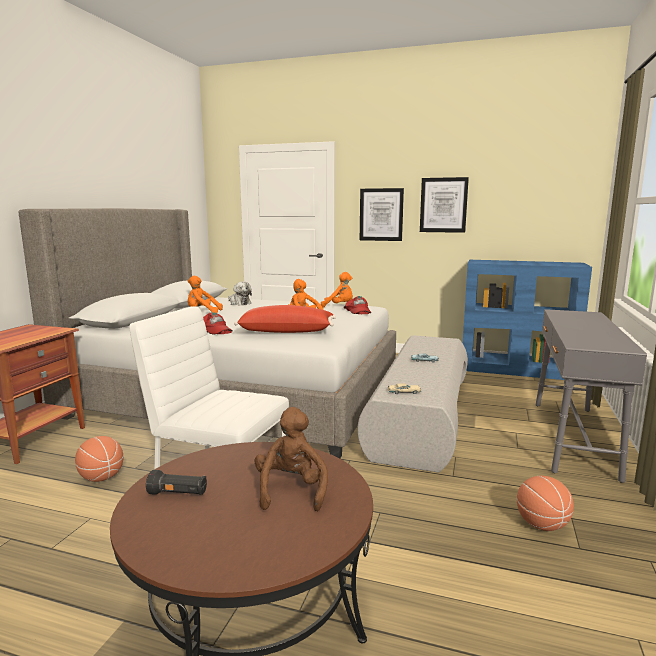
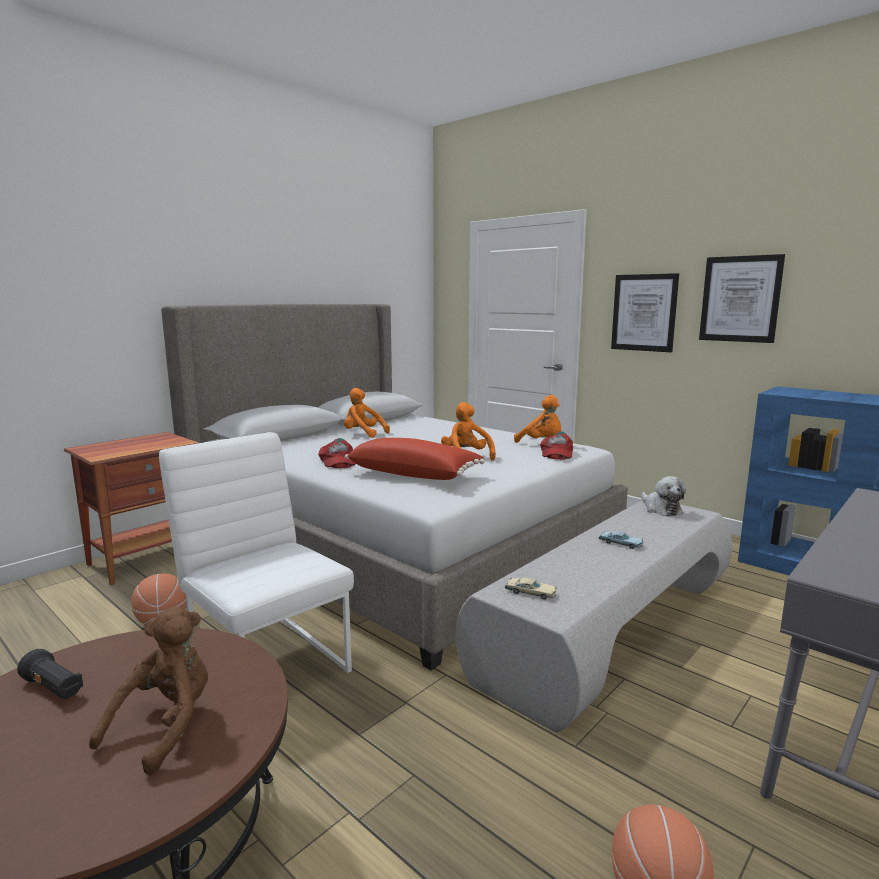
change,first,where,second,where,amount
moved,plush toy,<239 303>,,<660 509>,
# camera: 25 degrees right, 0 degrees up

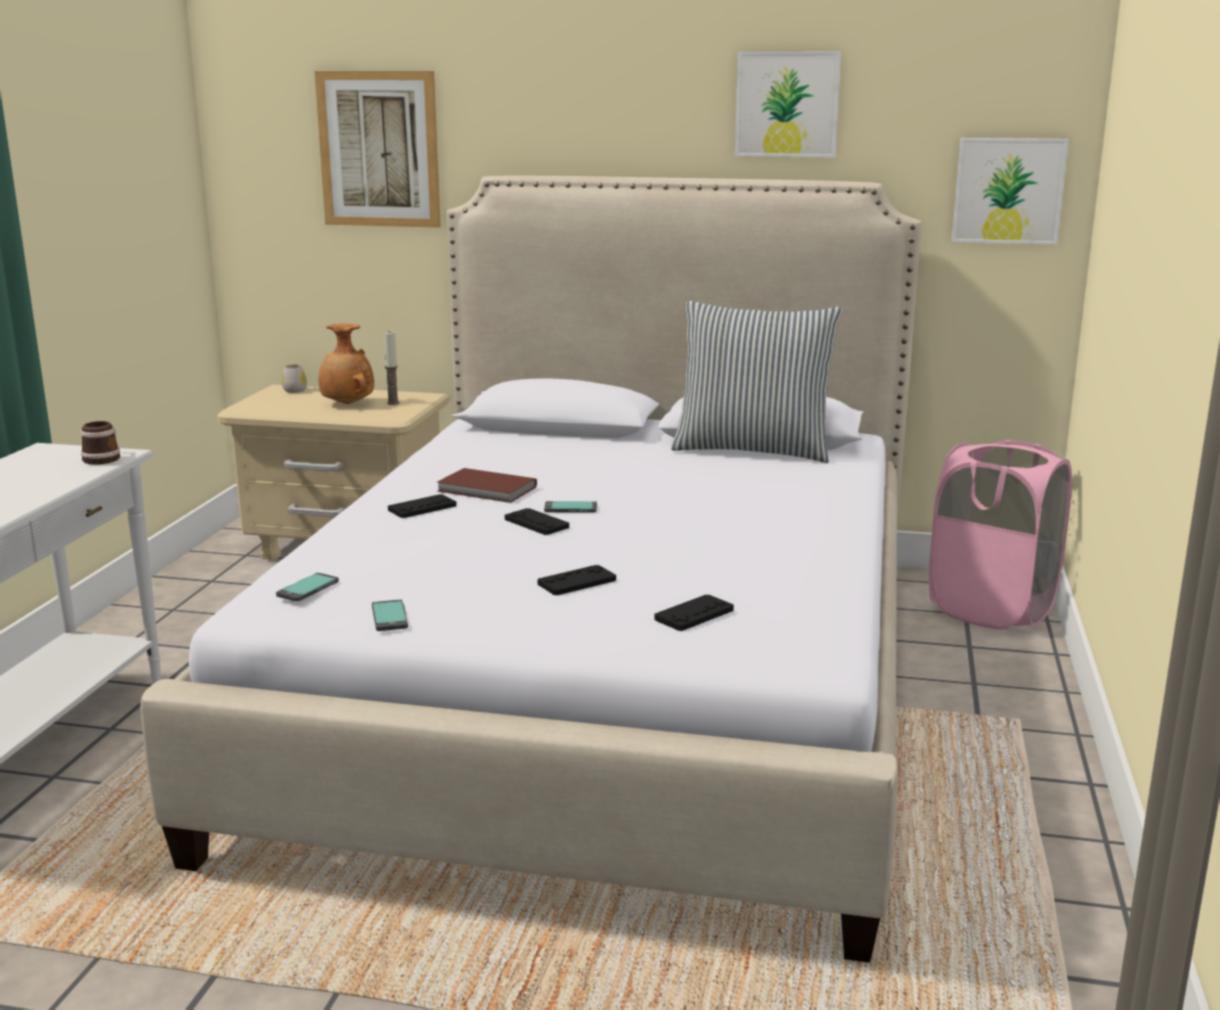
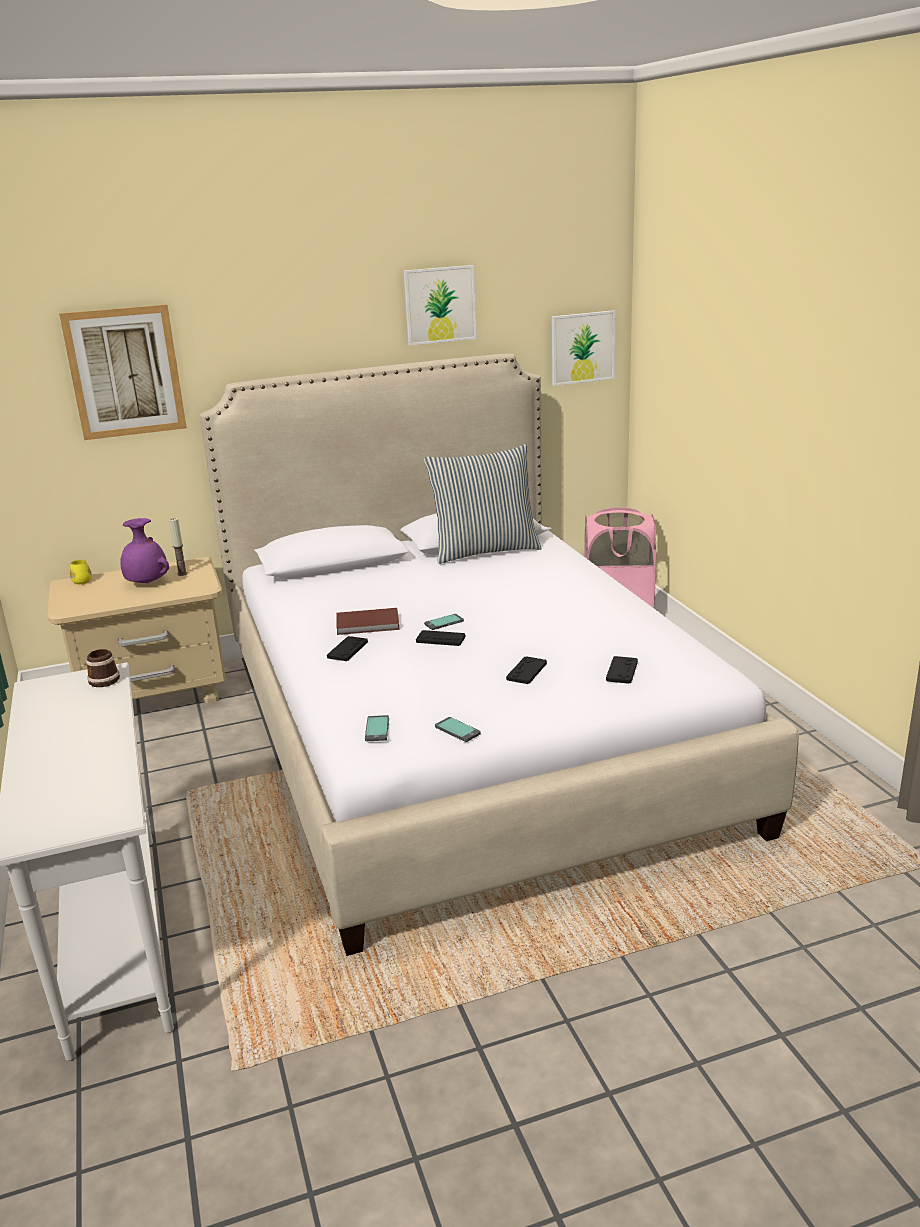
change,first,where,second,where,amount
recoloured,mug (white),<295 390>,mug (yellow),<81 580>,
recoloured,vase (brown),<347 404>,vase (purple),<146 583>,
# camera: 30 degrees left, 5 degrees up

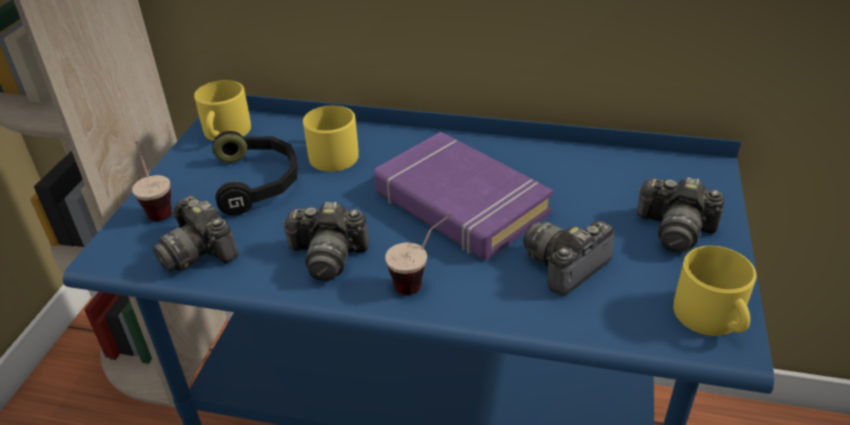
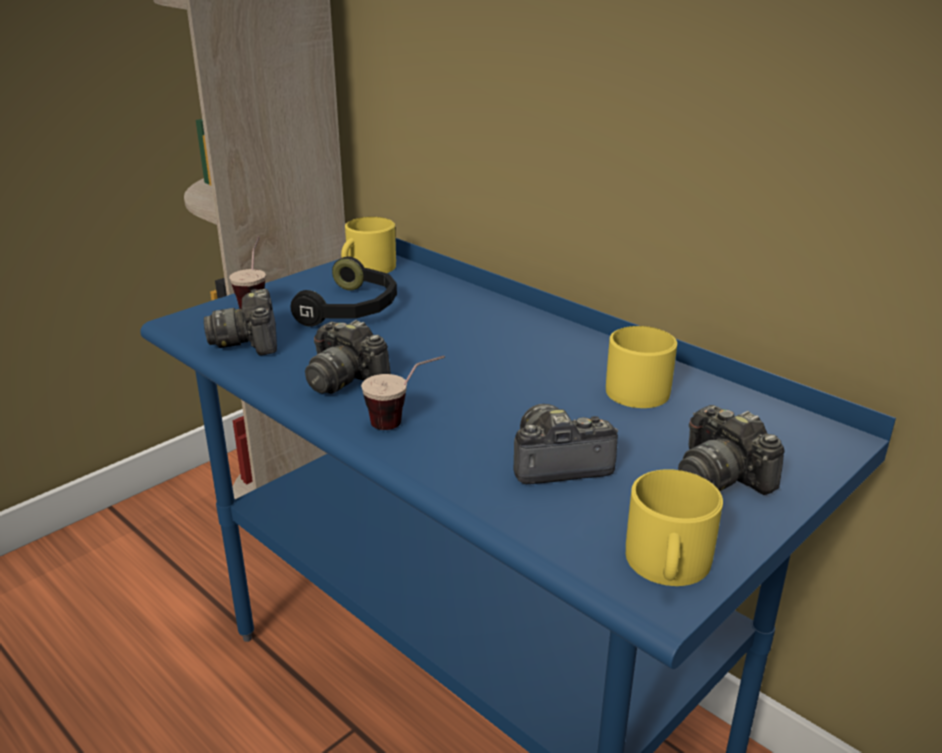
change,first,where,second,where,amount
moved,mug (yellow),<331 153>,,<637 387>,
removed,book (purple),<460 204>,,,
# camera: 30 degrees right, 10 degrees down

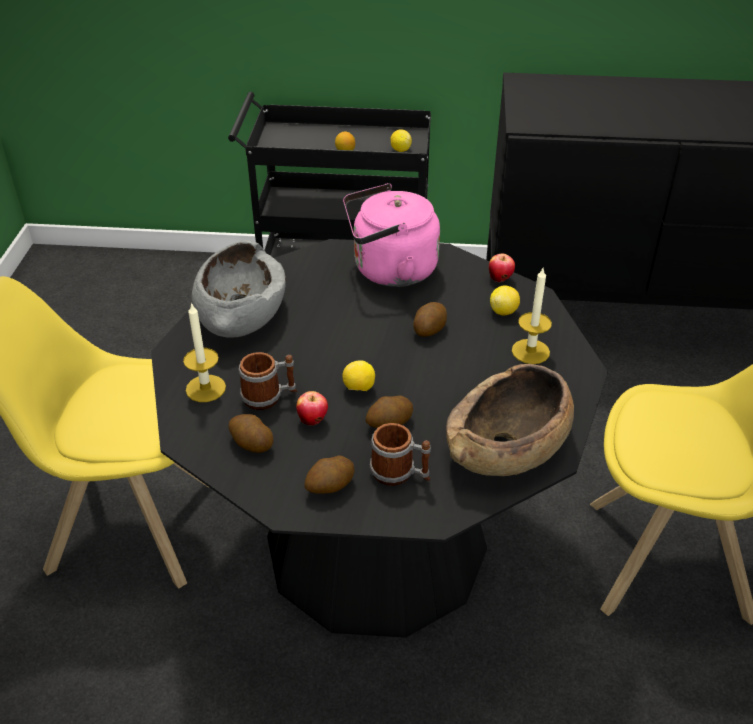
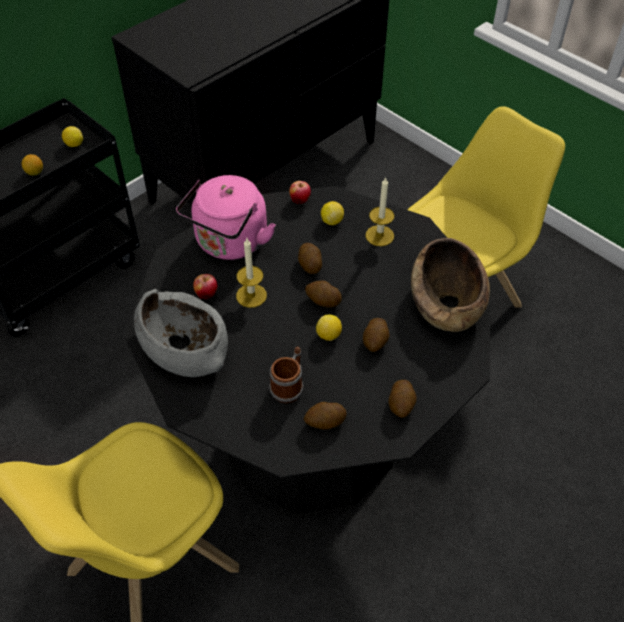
change,first,where,second,where,amount
moved,candle,<205 388>,,<251 295>,
moved,apple,<313 420>,,<206 294>,
removed,mug,<400 473>,,,
added,,,potato,<322 301>,
# camera: 50 degrees left, 10 degrees up

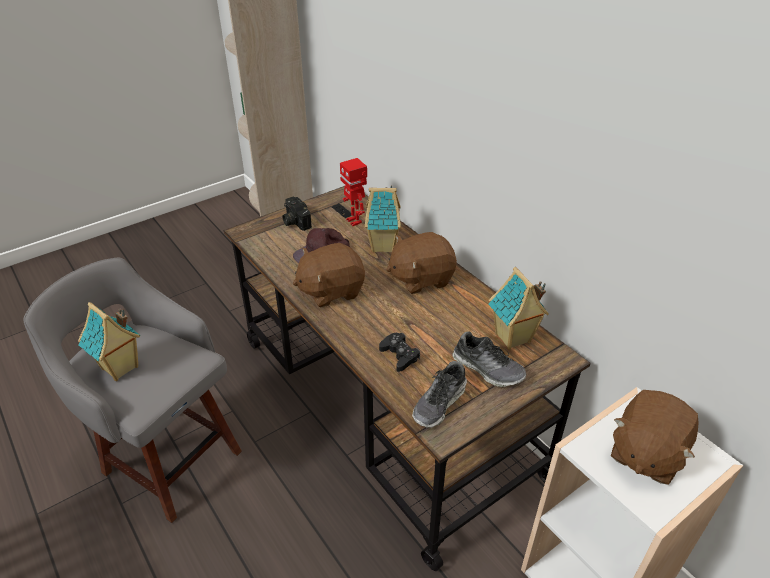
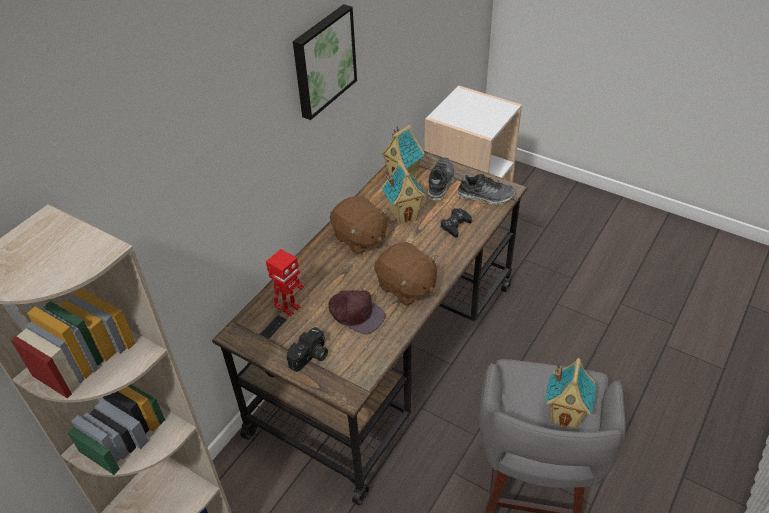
change,first,where,second,where,amount
moved,toy house,<384 246>,,<404 215>,
removed,plush toy (brown),<645 453>,,,
added,,,picture,<322 61>,
# camera: 110 degrees left, 5 degrees up

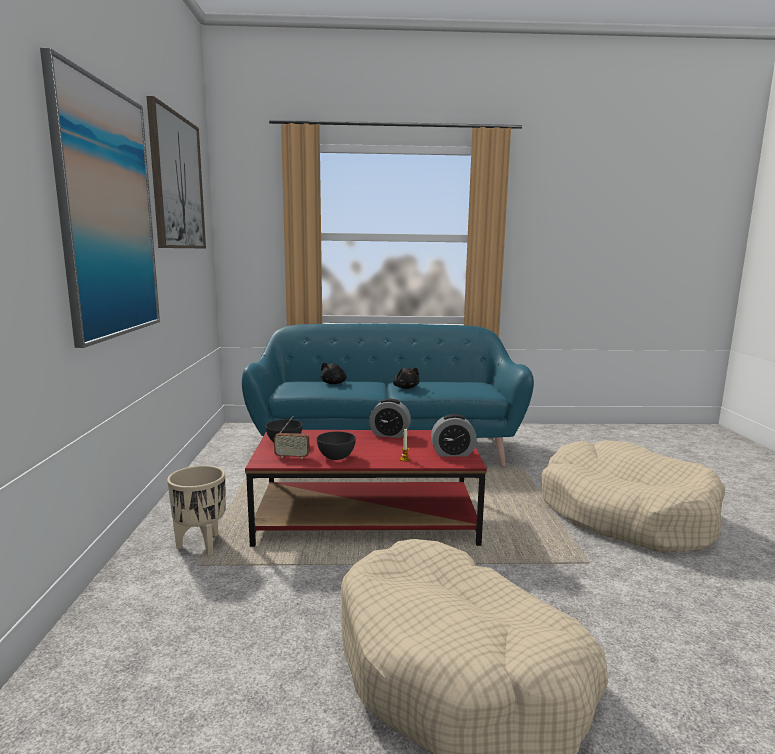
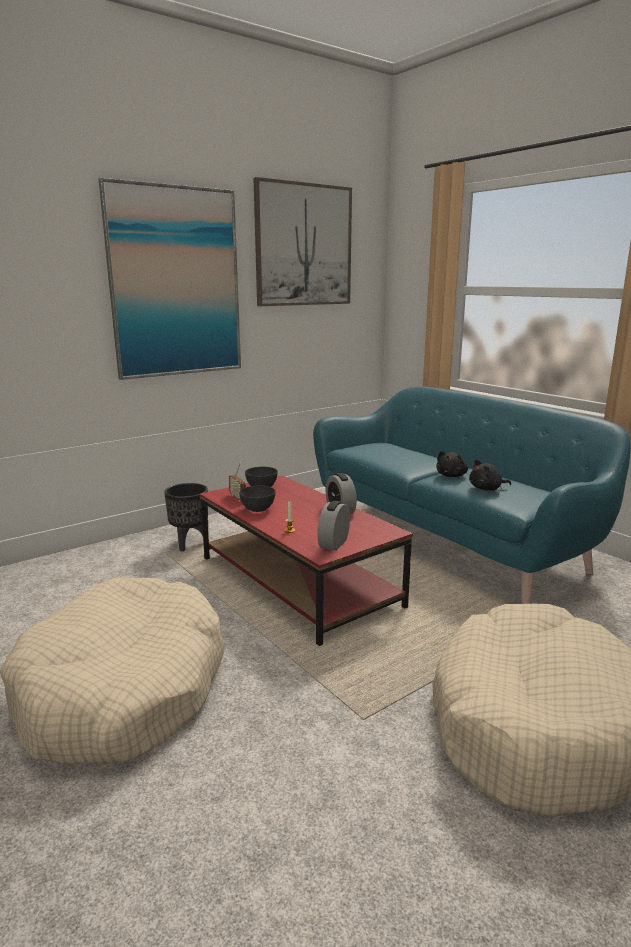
change,first,where,second,where,amount
recoloured,planter (beige),<202 545>,planter (black),<190 544>,
moved,plush toy (black),<334 383>,,<487 489>,
turned,alarm clock,<452 453>,,<334 543>,60 degrees clockwise
# camera: 55 degrees right, 5 degrees up

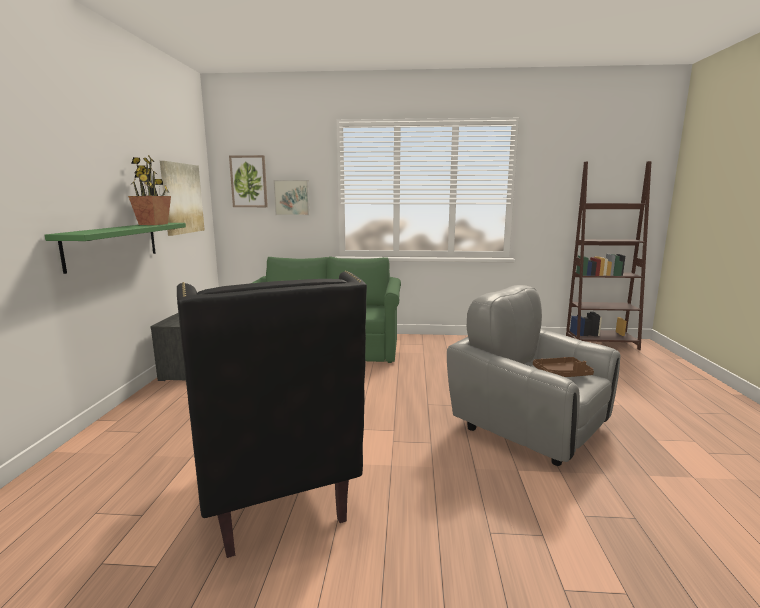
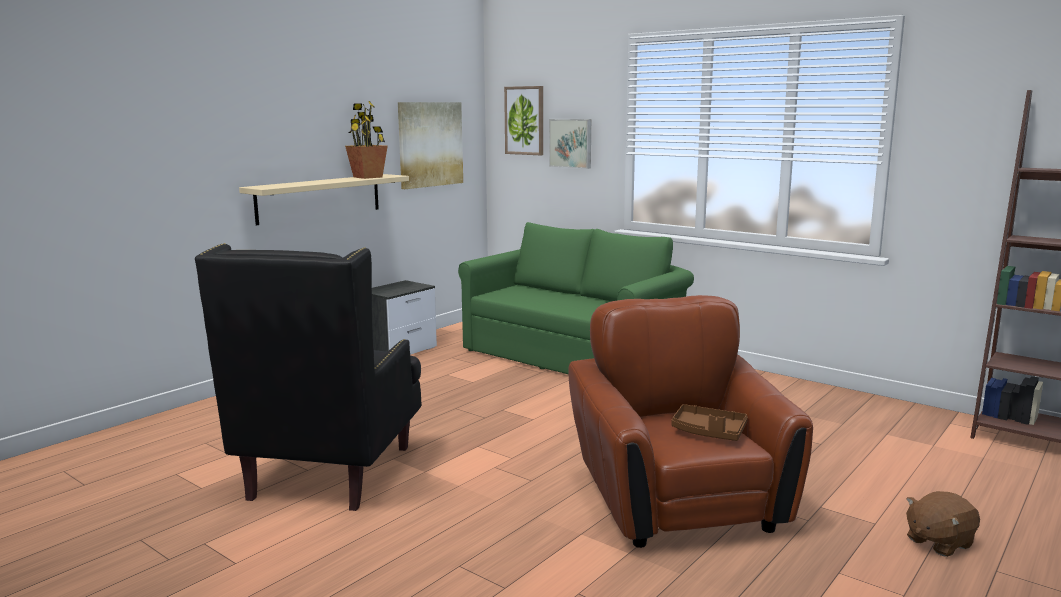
change,first,where,second,where,amount
recoloured,shelf (green),<113 245>,shelf (beige),<319 198>,
recoloured,armchair (grey),<529 426>,armchair (brown),<678 502>,
added,,,plush toy (brown),<938 542>,
# camera: 35 degrees right, 0 degrees up

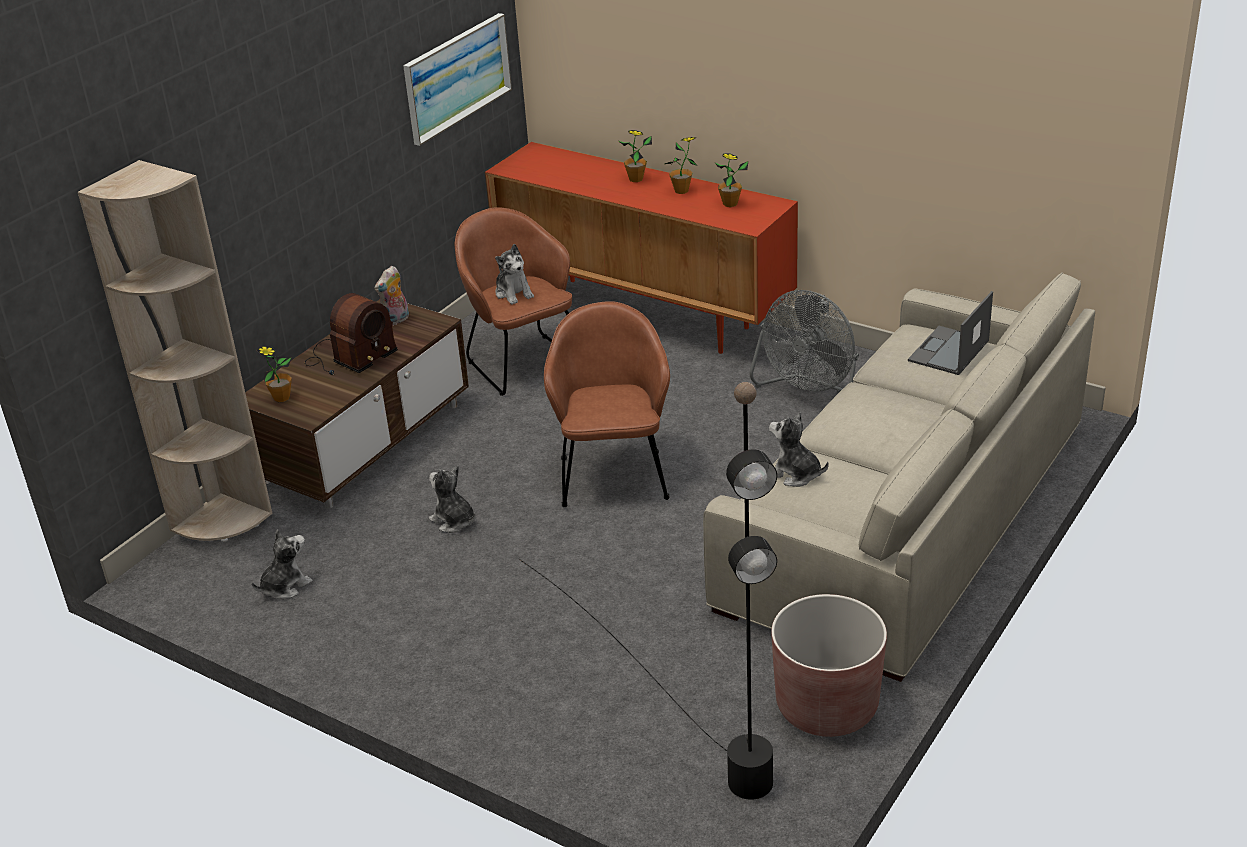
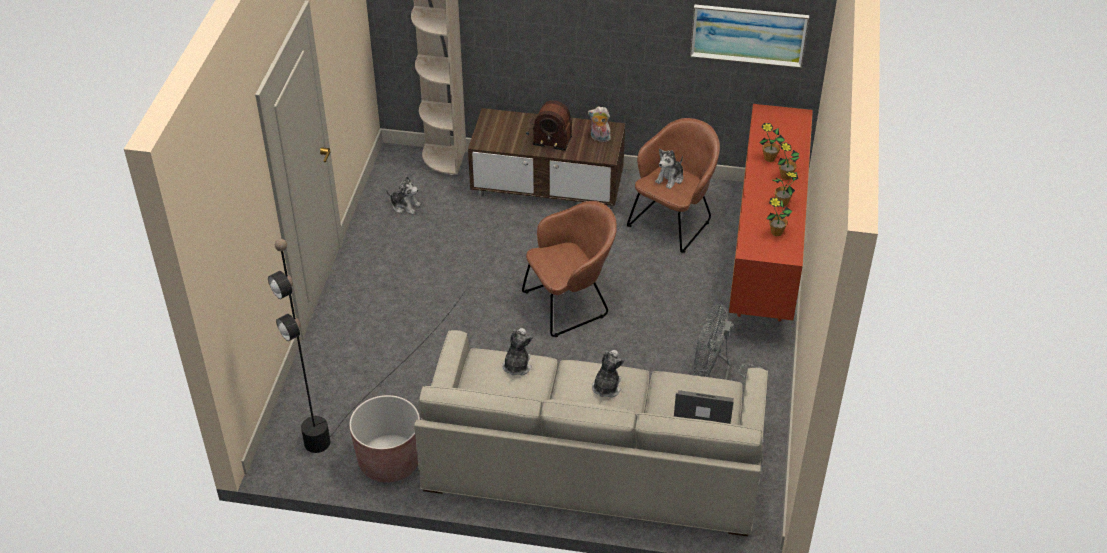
change,first,where,second,where,amount
moved,potted plant,<281 398>,,<769 158>,
moved,plush toy,<454 521>,,<606 387>,
# camera: 65 degrees right, 10 degrees up

